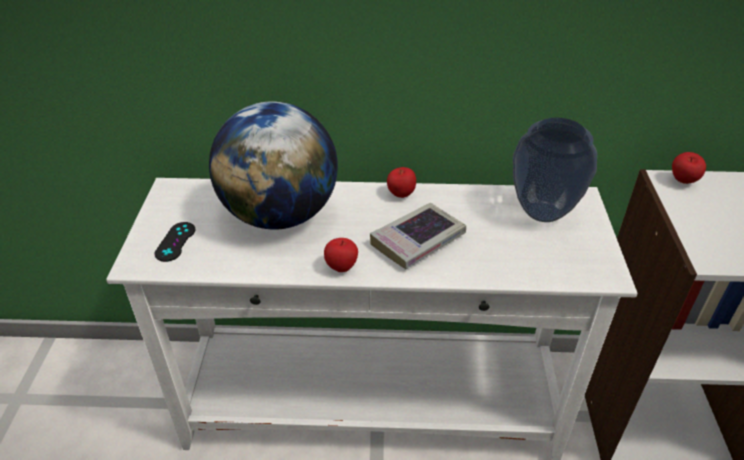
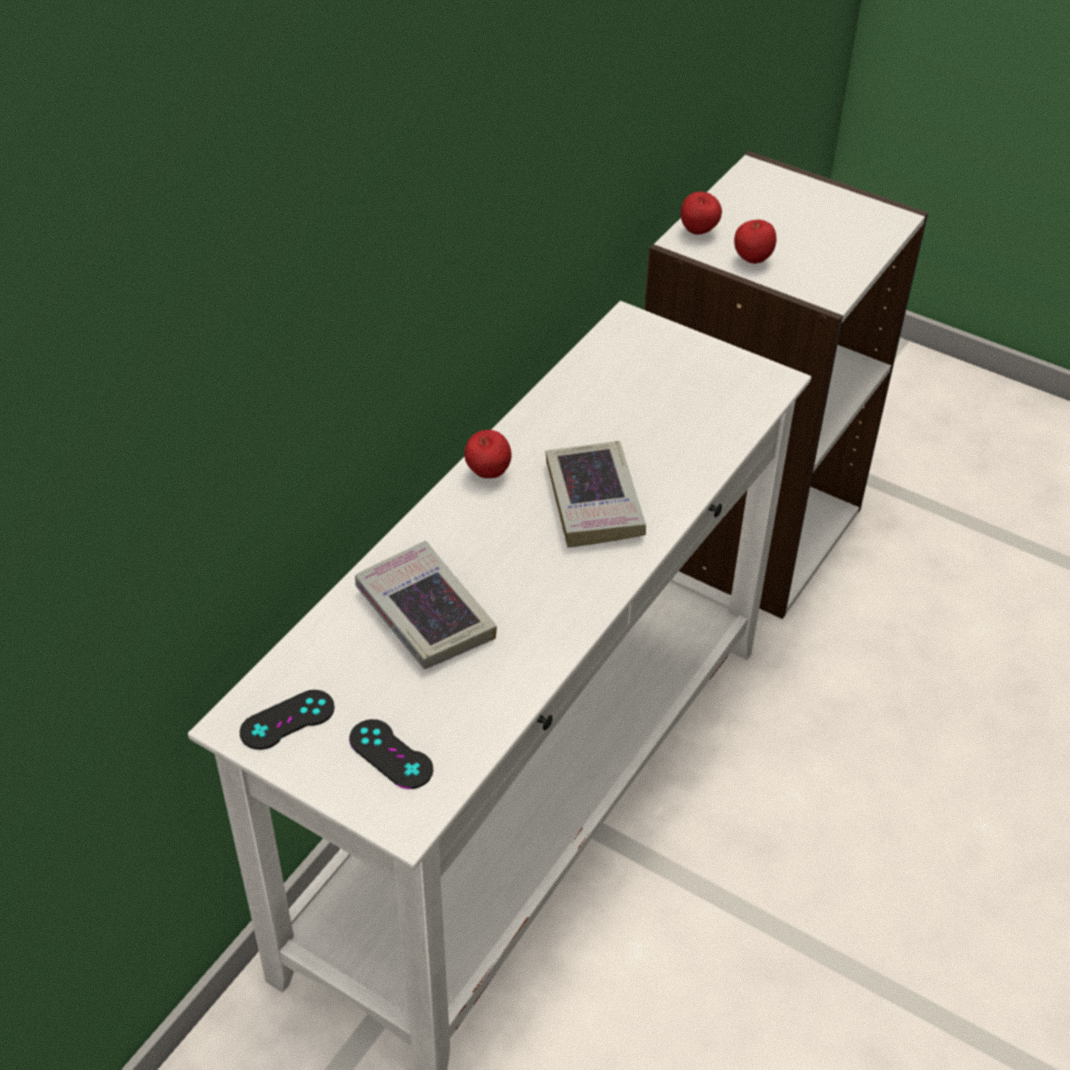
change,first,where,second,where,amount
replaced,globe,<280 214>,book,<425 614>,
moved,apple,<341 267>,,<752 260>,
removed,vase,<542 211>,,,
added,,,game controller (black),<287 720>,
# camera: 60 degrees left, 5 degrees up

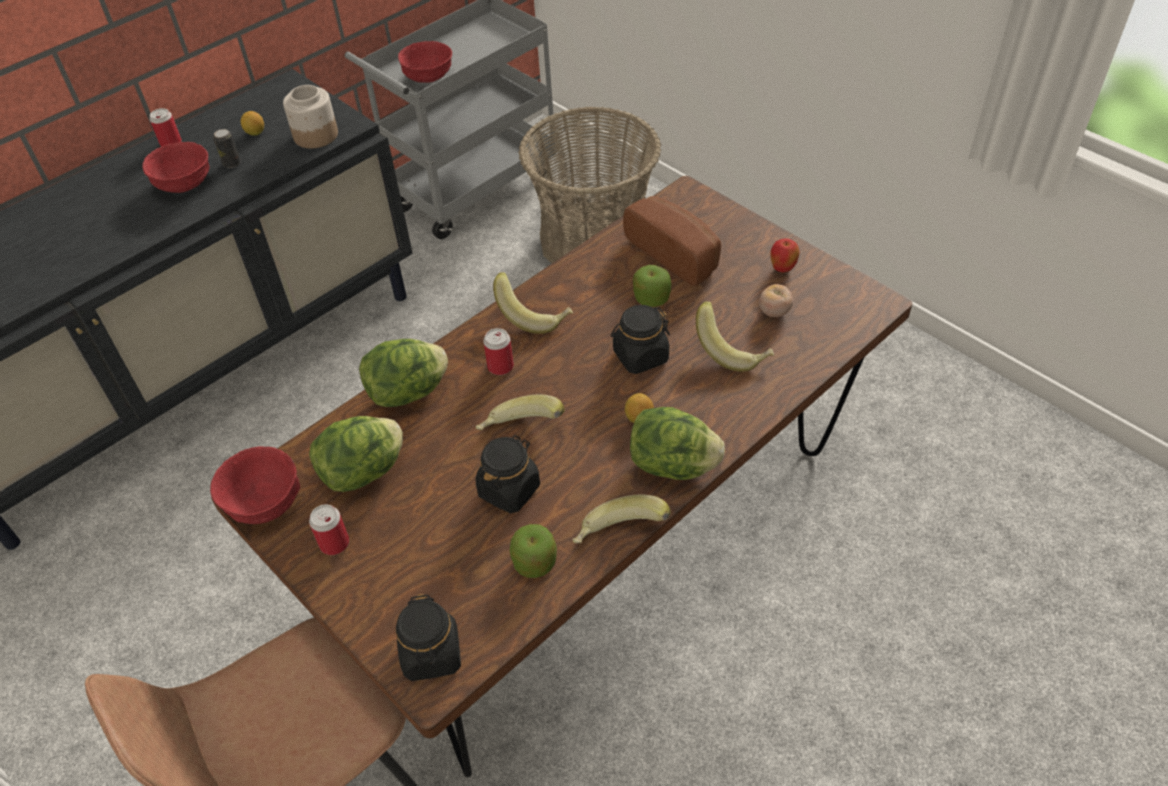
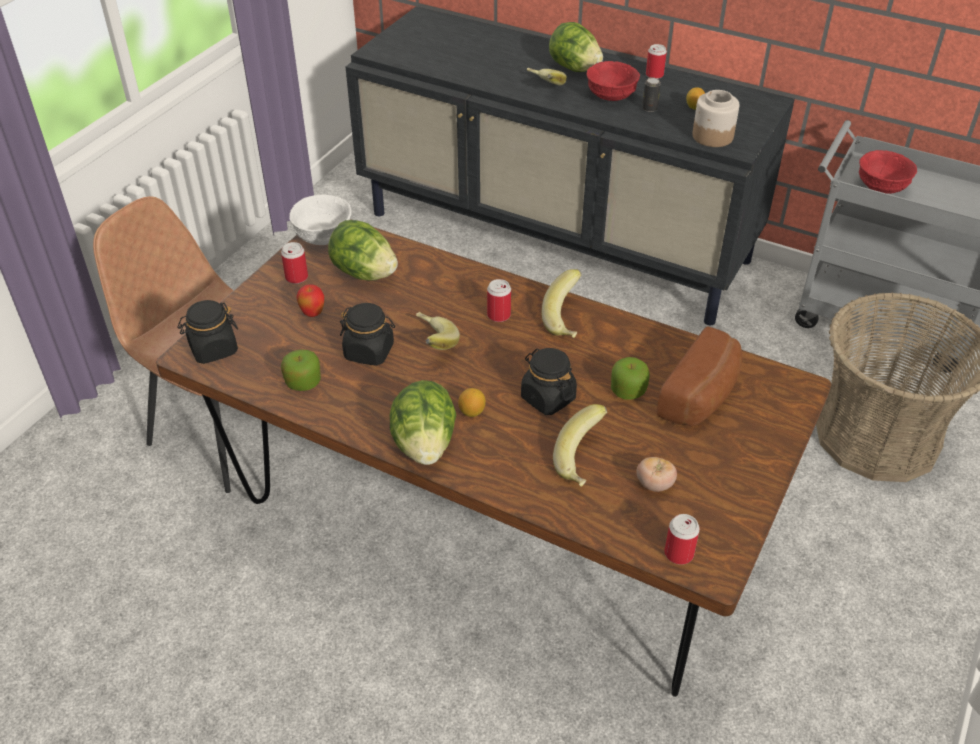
change,first,where,second,where,amount
recoloured,bowl (red),<265 502>,bowl (white),<324 236>,
moved,lettuce,<409 392>,,<574 68>,
moved,banana,<620 537>,,<543 88>,
moved,apple,<782 269>,,<313 314>,
added,,,can,<679 553>,
# camera: 70 degrees right, 5 degrees down

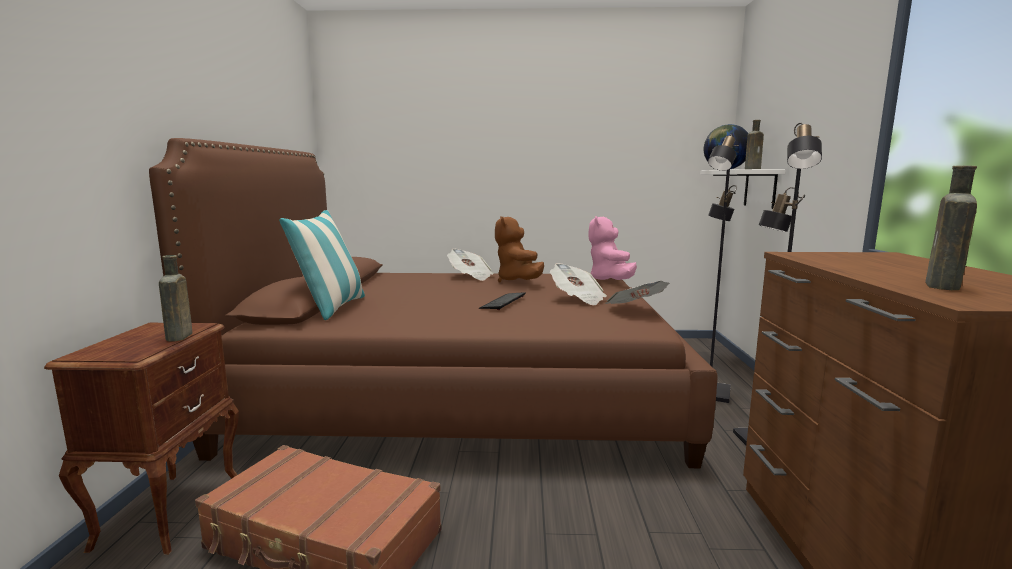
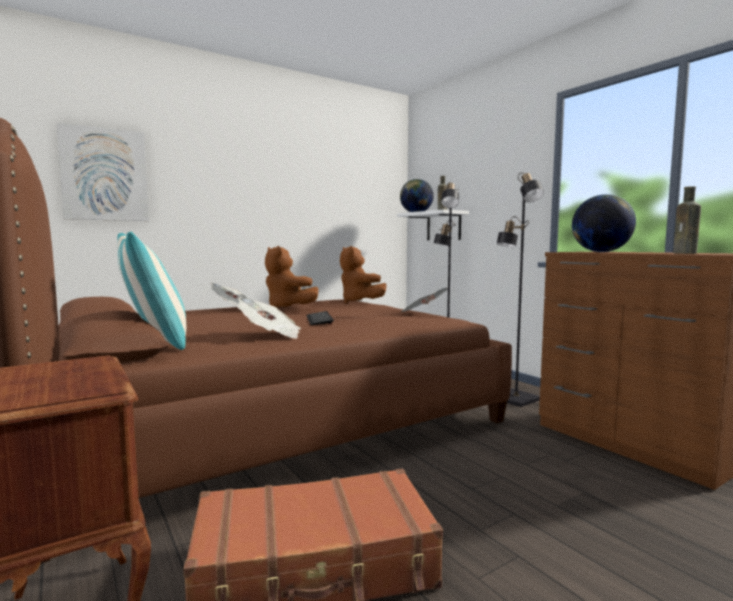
change,first,where,second,where,amount
removed,bottle (brown),<178 337>,,,
moved,newspaper,<578 299>,,<270 335>,
recoloured,plush toy (pink),<610 281>,plush toy (brown),<359 302>,
added,,,picture,<104 175>,
added,,,globe,<601 252>,
# camera: 35 degrees left, 5 degrees down

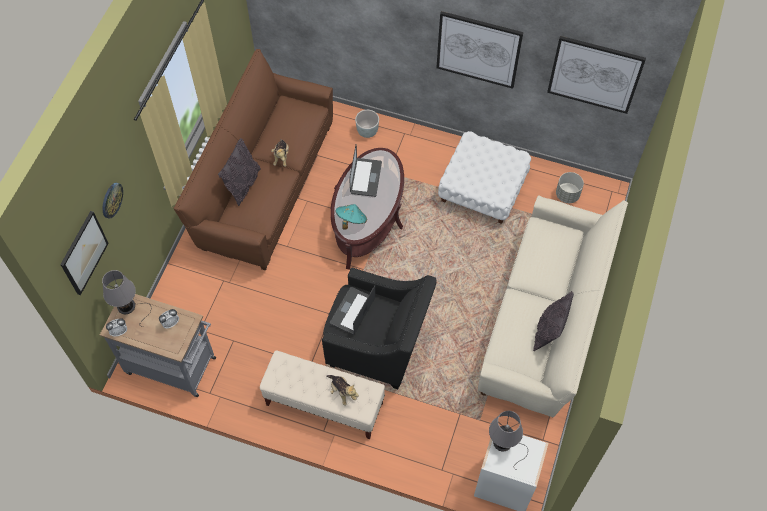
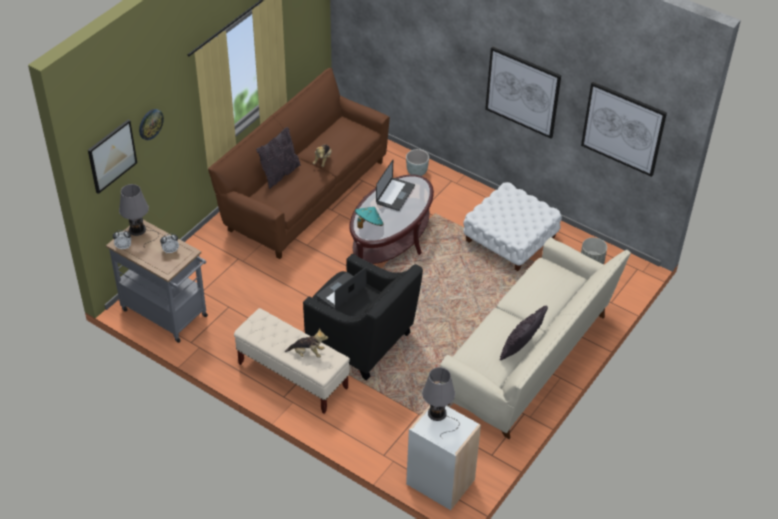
change,first,where,second,where,amount
turned,plush toy,<342 392>,,<307 353>,60 degrees counterclockwise
# camera: 15 degrees right, 15 degrees down

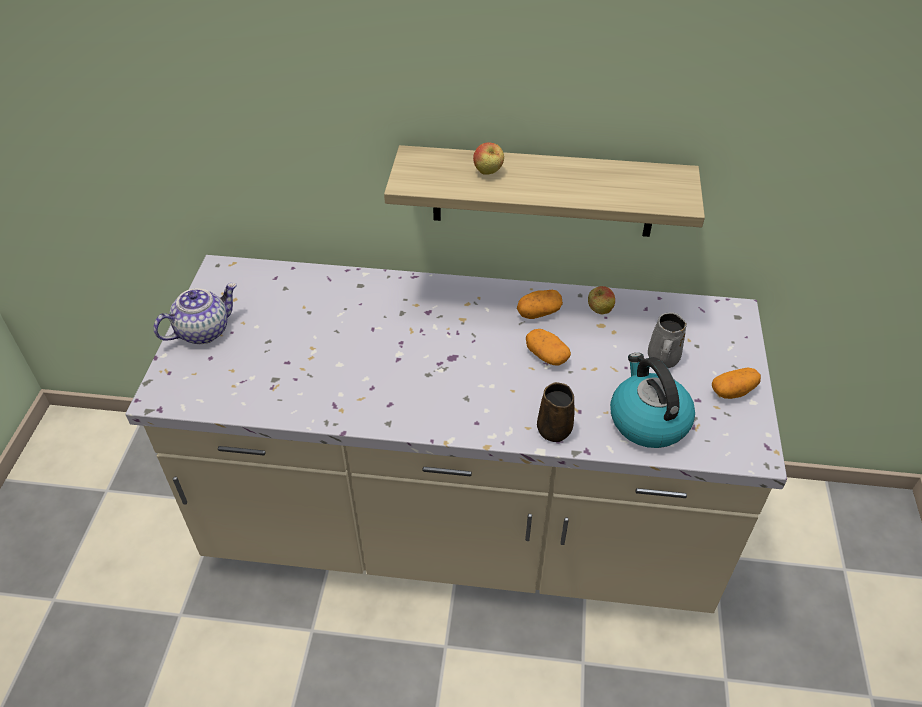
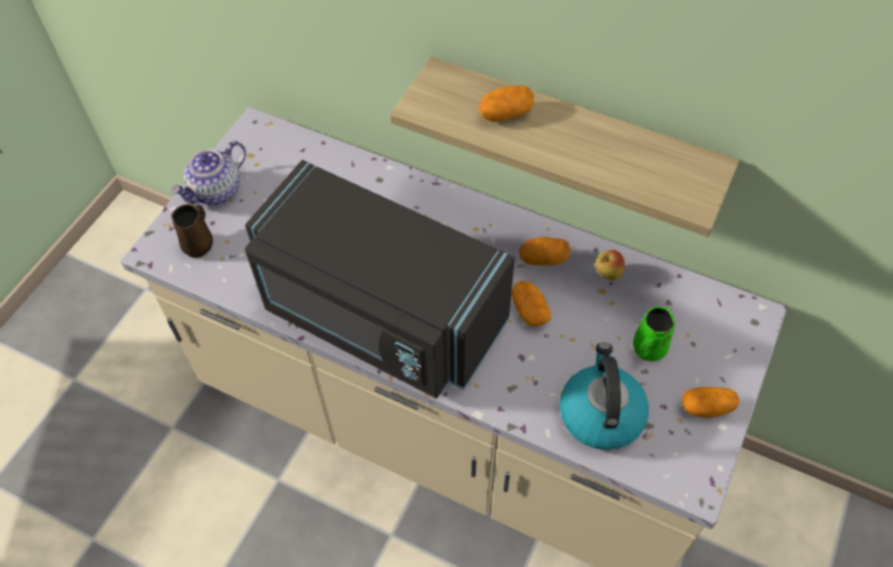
change,first,where,second,where,amount
turned,teapot,<203 330>,,<216 191>,150 degrees clockwise
replaced,apple,<488 173>,potato,<505 114>,
moved,mug (brown),<554 428>,,<199 244>,
recoloured,mug (grey),<662 360>,mug (green),<648 349>,
added,,,microwave (black),<379 317>,
# camera: 20 degrees right, 10 degrees up

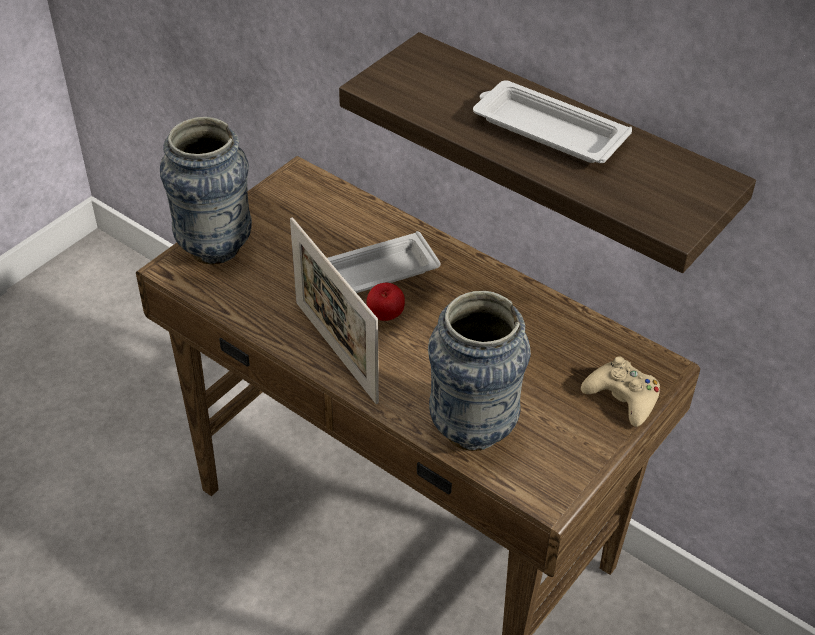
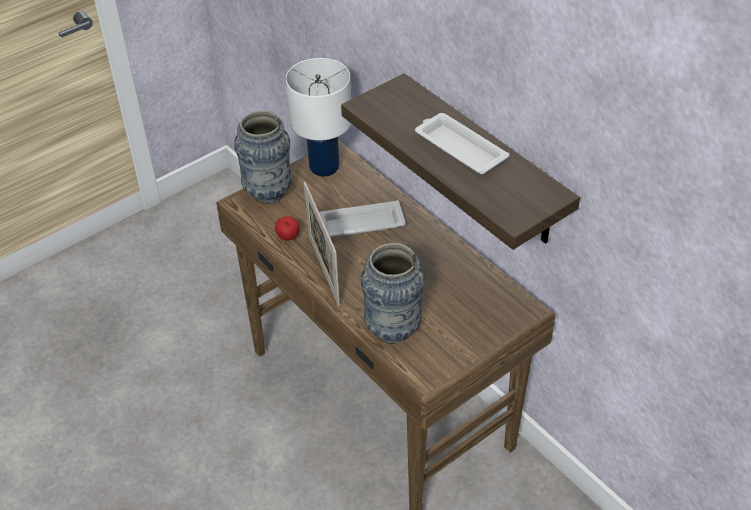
change,first,where,second,where,amount
moved,apple,<385 317>,,<288 238>,
removed,game controller (beige),<622 397>,,,
added,,,table lamp (white),<323 169>,
# camera: 15 degrees right, 0 degrees up

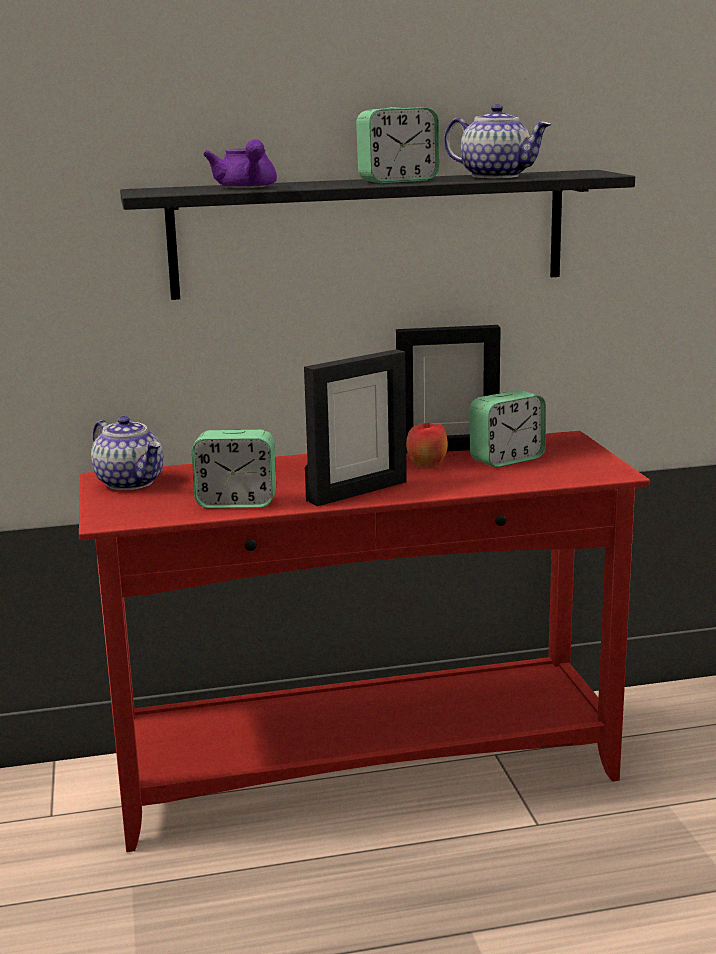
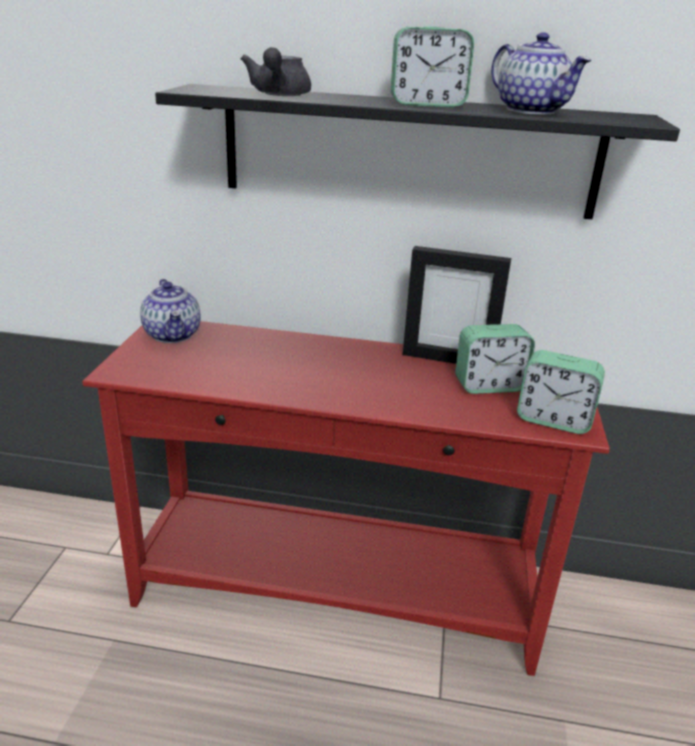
change,first,where,second,where,amount
moved,alarm clock,<236 503>,,<553 420>,
recoloured,teapot (purple),<247 187>,teapot (grey),<279 95>,
removed,picture frame,<357 491>,,,
removed,apple,<426 467>,,,
# camera: 20 degrees right, 10 degrees up

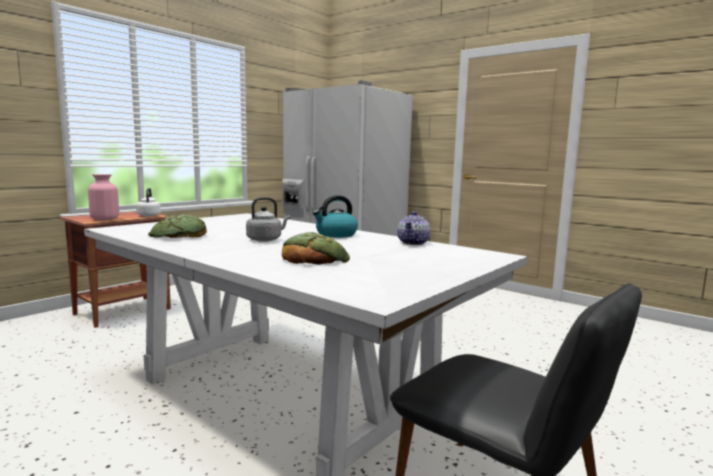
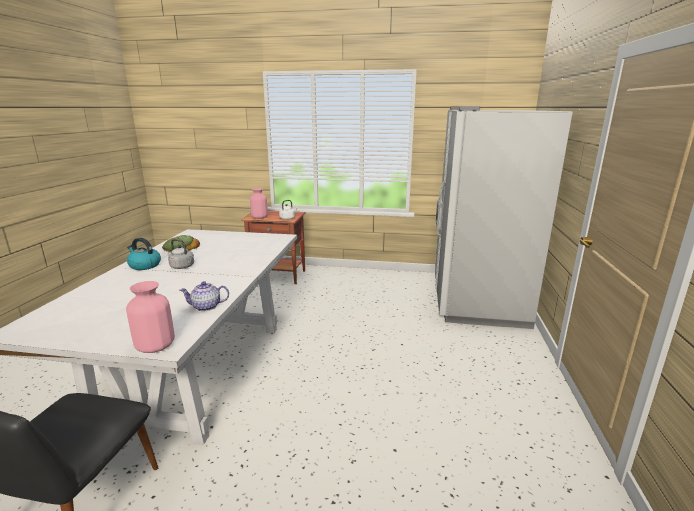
change,first,where,second,where,amount
removed,bread,<314 258>,,,
moved,kettle,<335 235>,,<144 265>,
added,,,vase (pink),<155 346>,
# camera: 60 degrees right, 10 degrees up

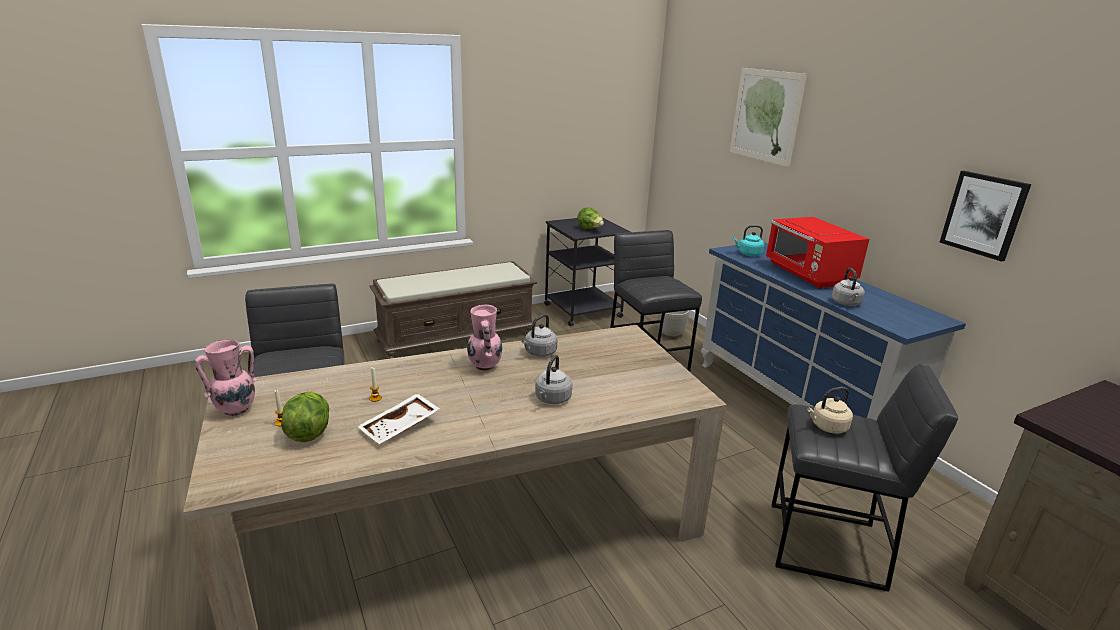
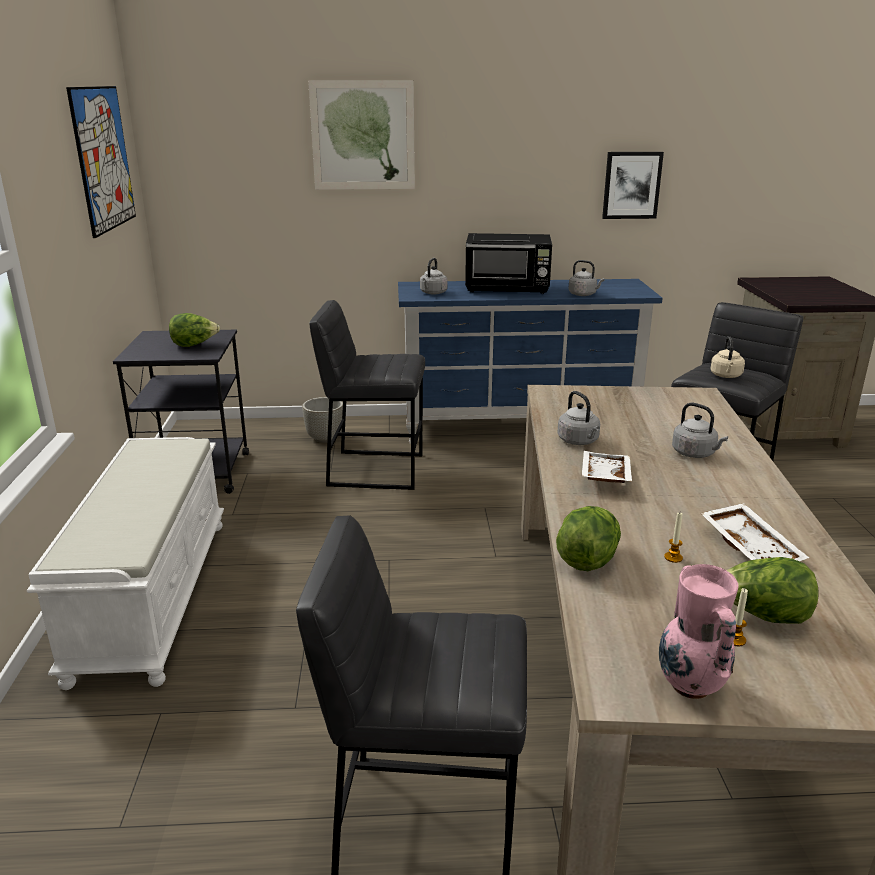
change,first,where,second,where,amount
recoloured,bench (brown),<457 337>,bench (white),<151 594>,
replaced,vase (pink),<484 366>,tray (white),<603 476>,
recoloured,kettle (turquoise),<748 254>,kettle (grey),<433 293>,
recoloured,microwave (red),<809 275>,microwave (black),<508 289>,
added,,,picture,<103 158>,
added,,,lettuce,<587 559>,
# camera: 65 degrees left, 0 degrees up

